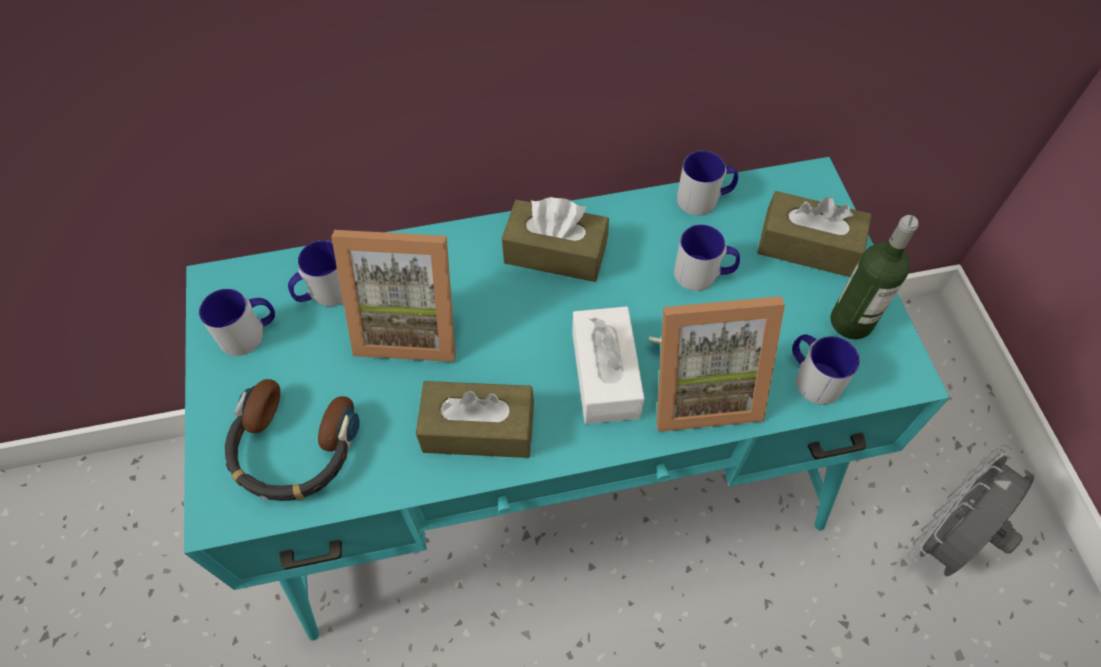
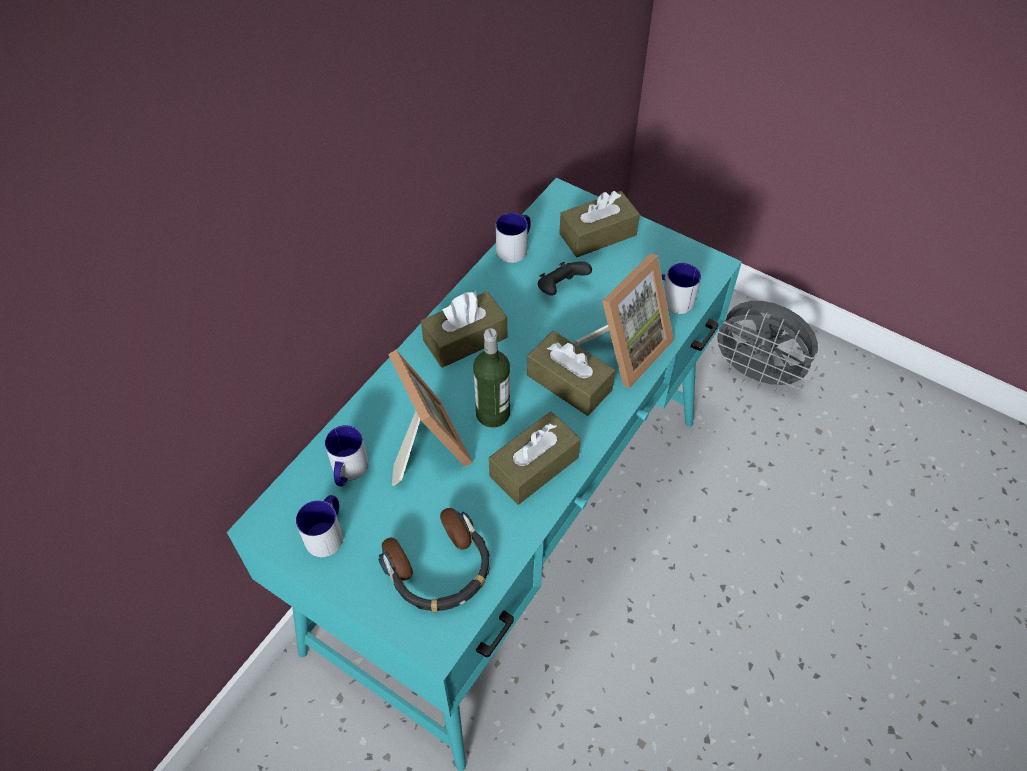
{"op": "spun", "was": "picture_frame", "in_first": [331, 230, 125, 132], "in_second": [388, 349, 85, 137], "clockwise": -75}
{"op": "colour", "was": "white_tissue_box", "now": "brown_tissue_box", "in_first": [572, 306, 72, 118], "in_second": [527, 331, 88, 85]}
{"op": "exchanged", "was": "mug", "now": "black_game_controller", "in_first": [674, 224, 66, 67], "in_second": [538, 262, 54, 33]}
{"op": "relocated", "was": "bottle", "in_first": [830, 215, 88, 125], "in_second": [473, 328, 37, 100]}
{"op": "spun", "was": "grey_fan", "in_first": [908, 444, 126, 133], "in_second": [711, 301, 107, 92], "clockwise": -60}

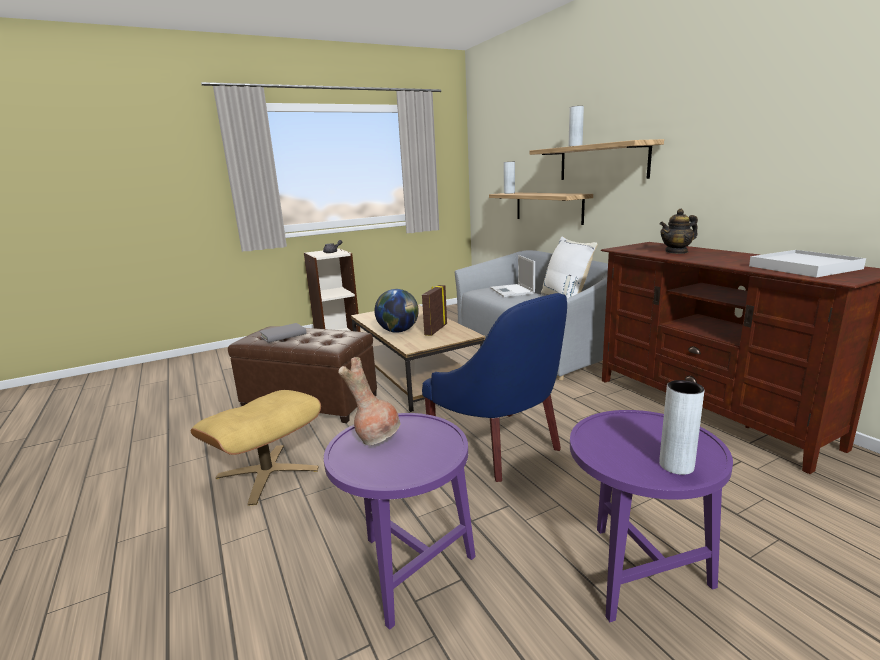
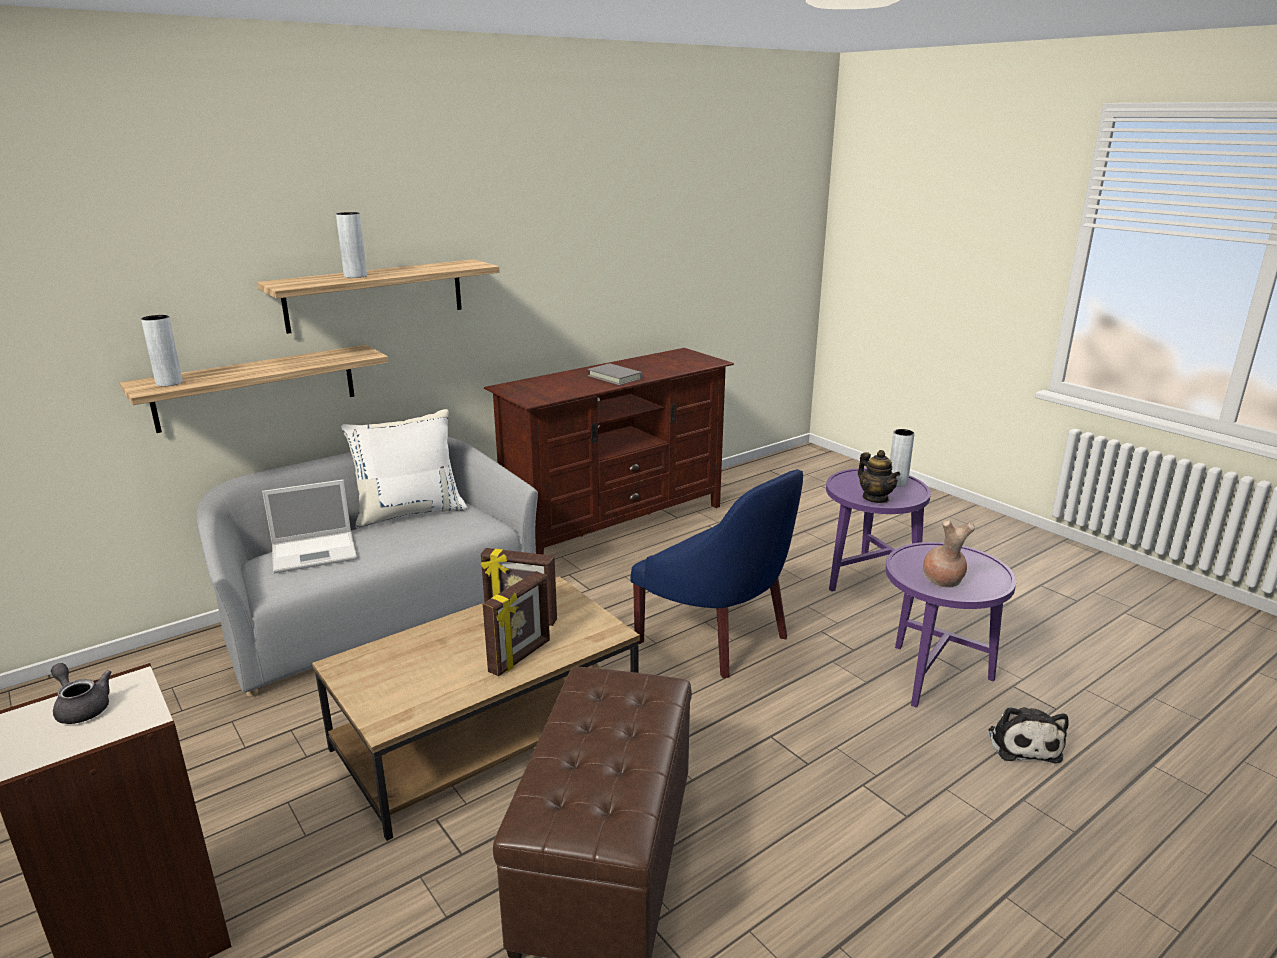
{"op": "missing", "was": "beige_ottoman", "in_first": [191, 390, 130, 116]}
{"op": "relocated", "was": "grey_book", "in_first": [259, 323, 47, 20], "in_second": [588, 363, 55, 22]}
{"op": "exchanged", "was": "globe", "now": "picture_frame", "in_first": [374, 289, 45, 44], "in_second": [483, 571, 67, 105]}
{"op": "spun", "was": "blue_armchair", "in_first": [422, 293, 145, 189], "in_second": [630, 469, 173, 209], "clockwise": 90}
{"op": "relocated", "was": "teapot", "in_first": [660, 209, 38, 45], "in_second": [858, 450, 42, 53]}
{"op": "missing", "was": "white_tray", "in_first": [749, 250, 117, 27]}
{"op": "appeared", "now": "plush_toy", "in_second": [988, 707, 81, 57]}

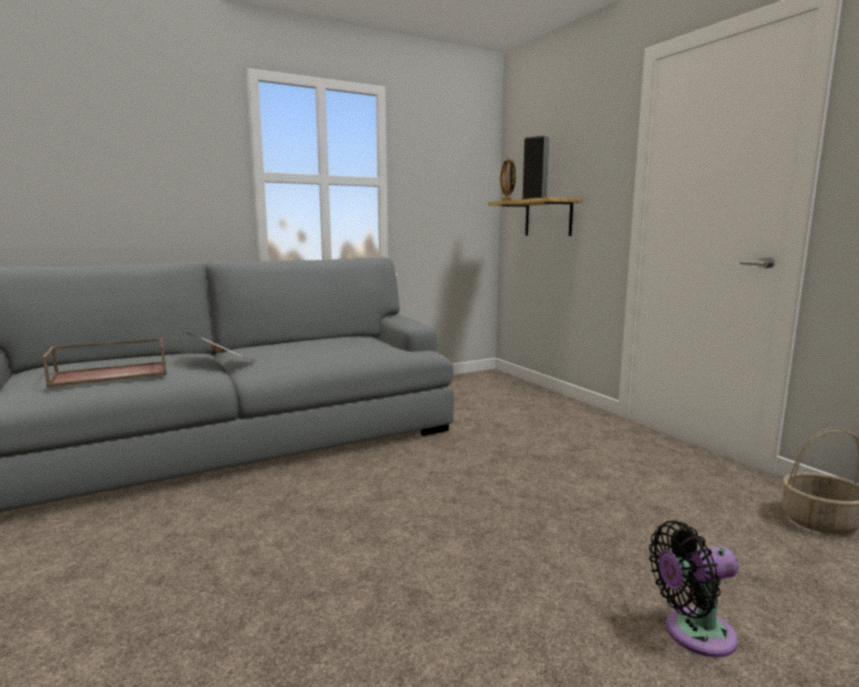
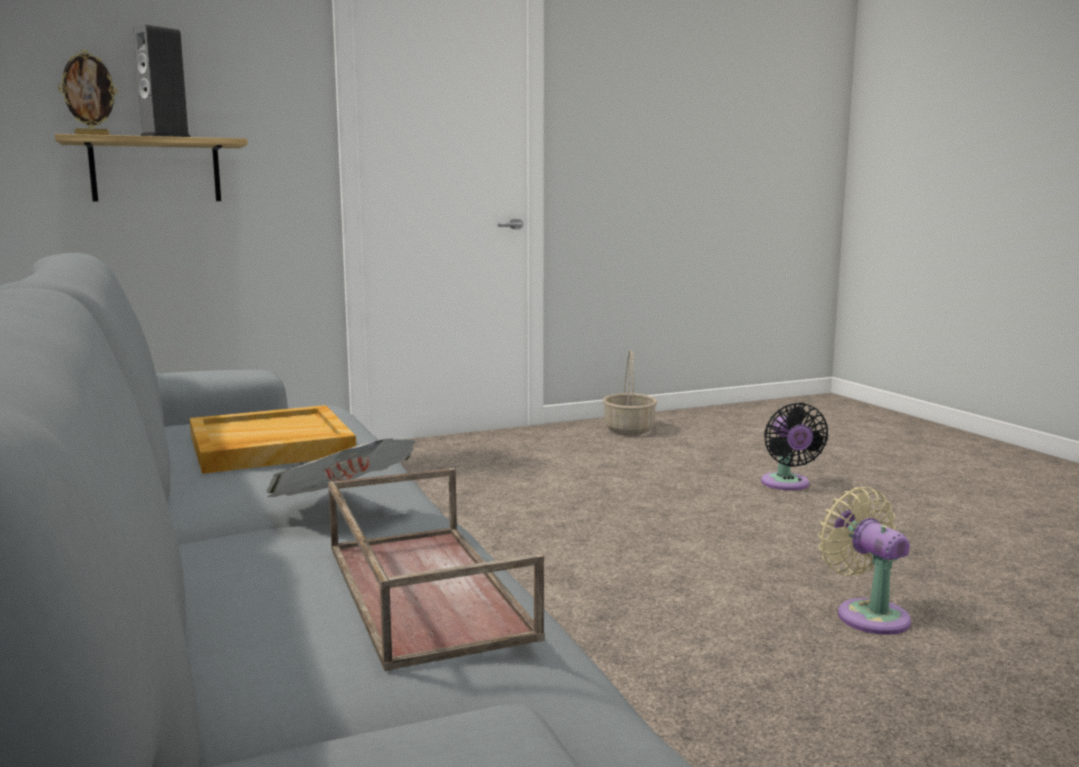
{"op": "appeared", "now": "beige_tray", "in_second": [190, 405, 166, 69]}
{"op": "appeared", "now": "beige_fan", "in_second": [818, 487, 93, 148]}

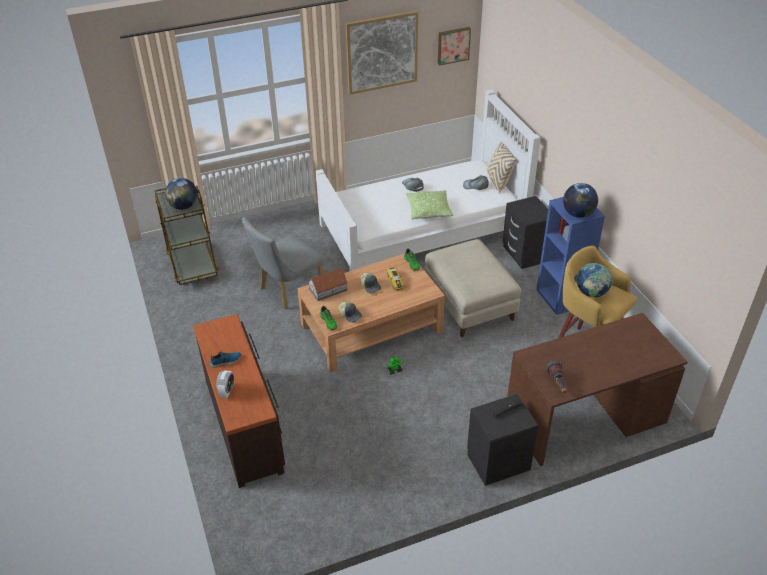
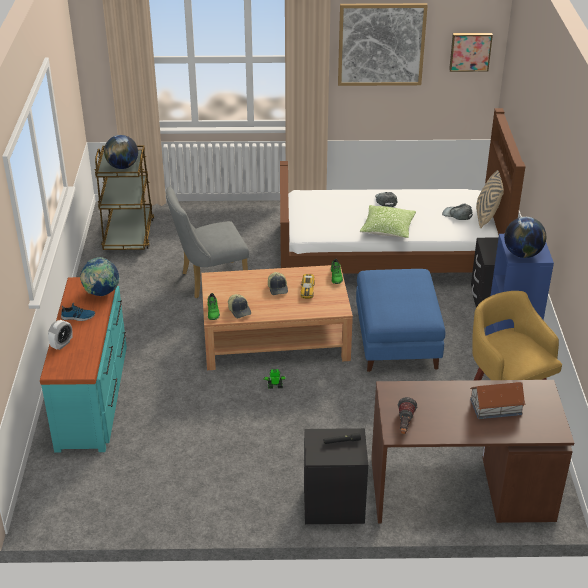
{"op": "colour", "was": "brown_dresser", "now": "turquoise_dresser", "in_first": [193, 314, 92, 174], "in_second": [40, 277, 87, 176]}
{"op": "relocated", "was": "toy_house", "in_first": [308, 268, 40, 33], "in_second": [470, 382, 56, 37]}
{"op": "colour", "was": "white_bed", "now": "brown_bed", "in_first": [316, 90, 225, 181], "in_second": [280, 108, 246, 166]}
{"op": "colour", "was": "beige_ottoman", "now": "blue_ottoman", "in_first": [424, 239, 97, 98], "in_second": [356, 269, 89, 103]}
{"op": "relocated", "was": "globe", "in_first": [576, 263, 37, 34], "in_second": [80, 257, 40, 39]}

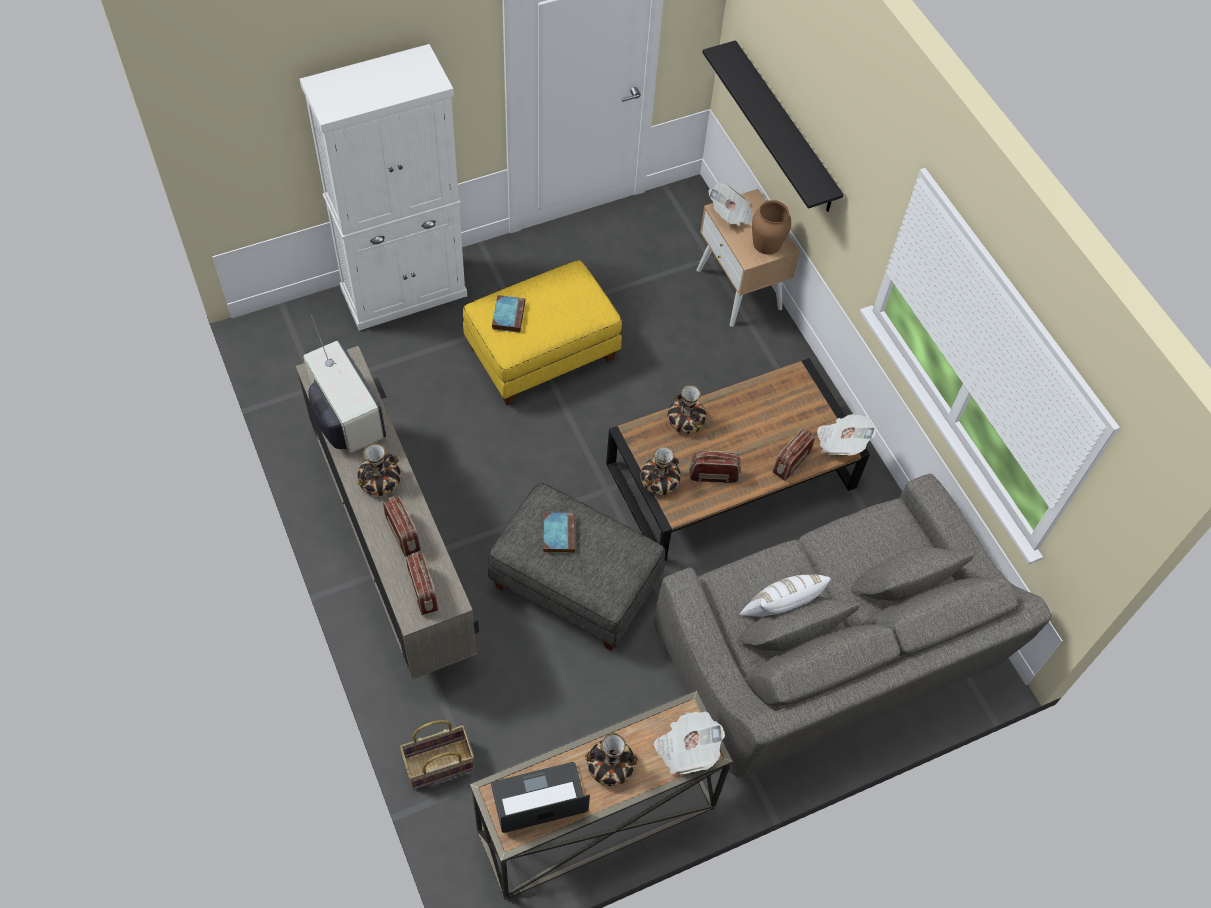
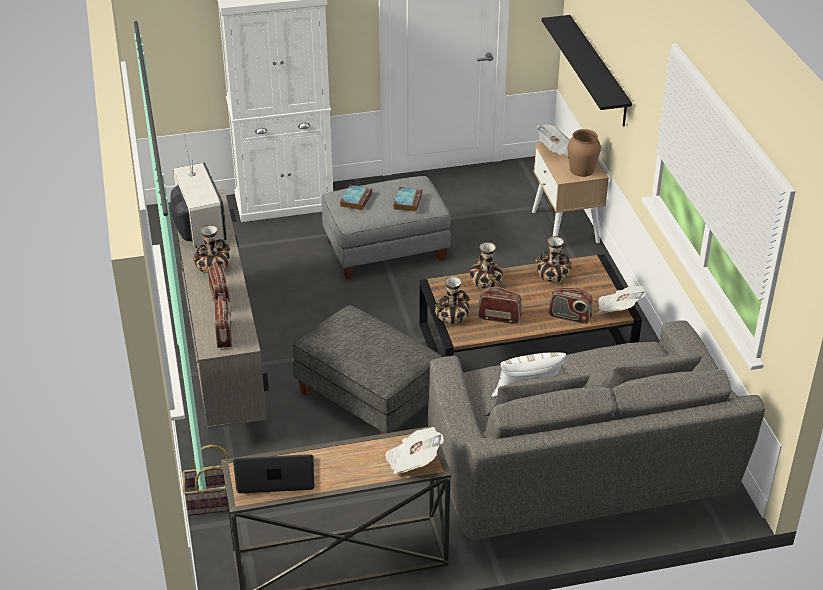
{"op": "colour", "was": "yellow_ottoman", "now": "grey_ottoman", "in_first": [463, 260, 159, 145], "in_second": [322, 176, 129, 103]}
{"op": "relocated", "was": "book", "in_first": [543, 513, 32, 40], "in_second": [393, 187, 29, 25]}
{"op": "relocated", "was": "vase", "in_first": [585, 733, 54, 53], "in_second": [535, 236, 38, 46]}
{"op": "spun", "was": "radio", "in_first": [773, 429, 42, 52], "in_second": [548, 287, 45, 37], "clockwise": -120}

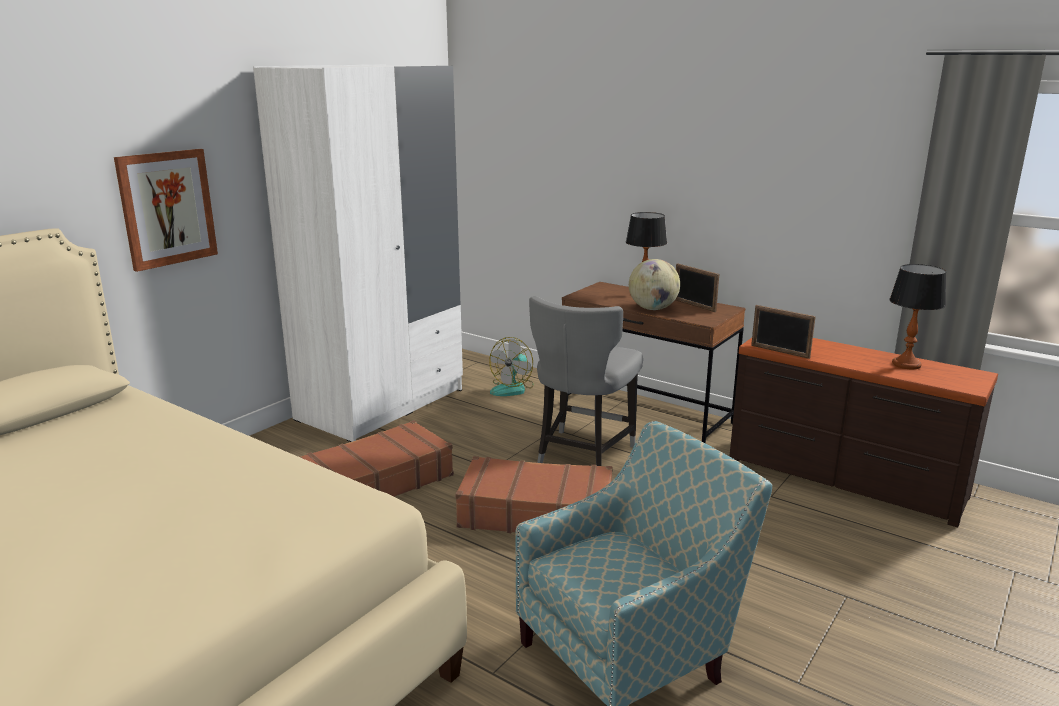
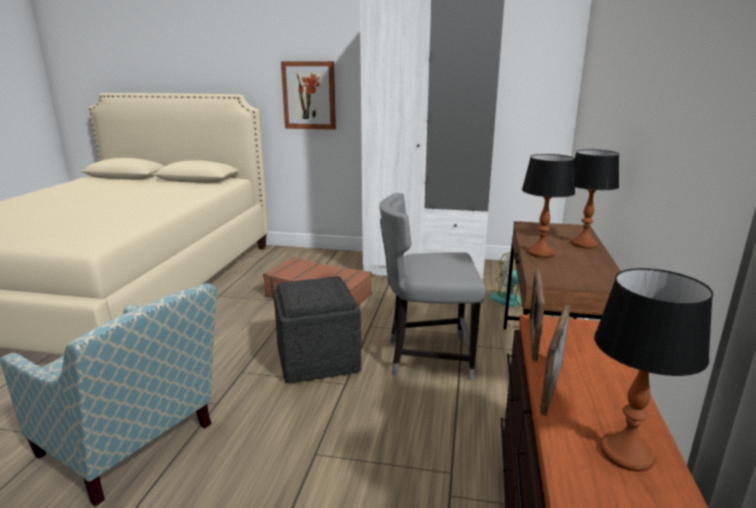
{"op": "exchanged", "was": "brown_suitcase", "now": "grey_ottoman", "in_first": [455, 456, 158, 77], "in_second": [274, 276, 87, 107]}
{"op": "exchanged", "was": "globe", "now": "table_lamp", "in_first": [629, 259, 51, 51], "in_second": [522, 154, 53, 104]}
{"op": "relocated", "was": "picture_frame", "in_first": [675, 263, 44, 49], "in_second": [540, 305, 31, 111]}

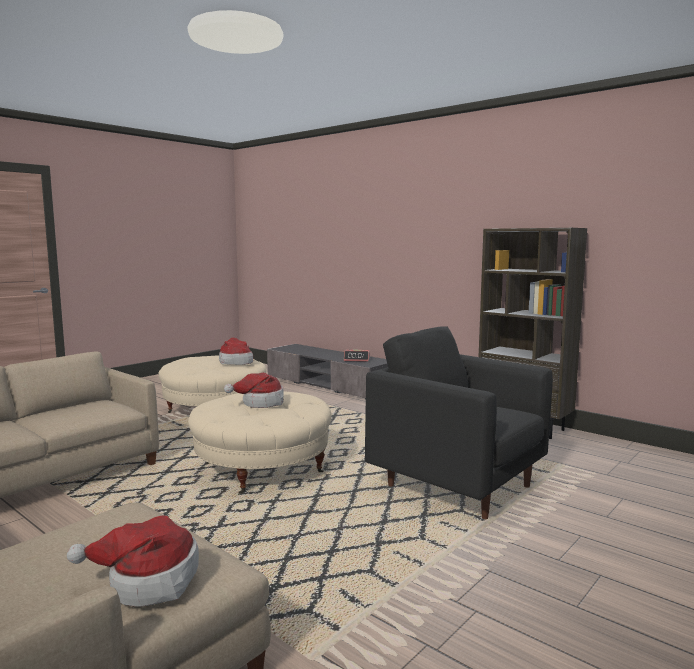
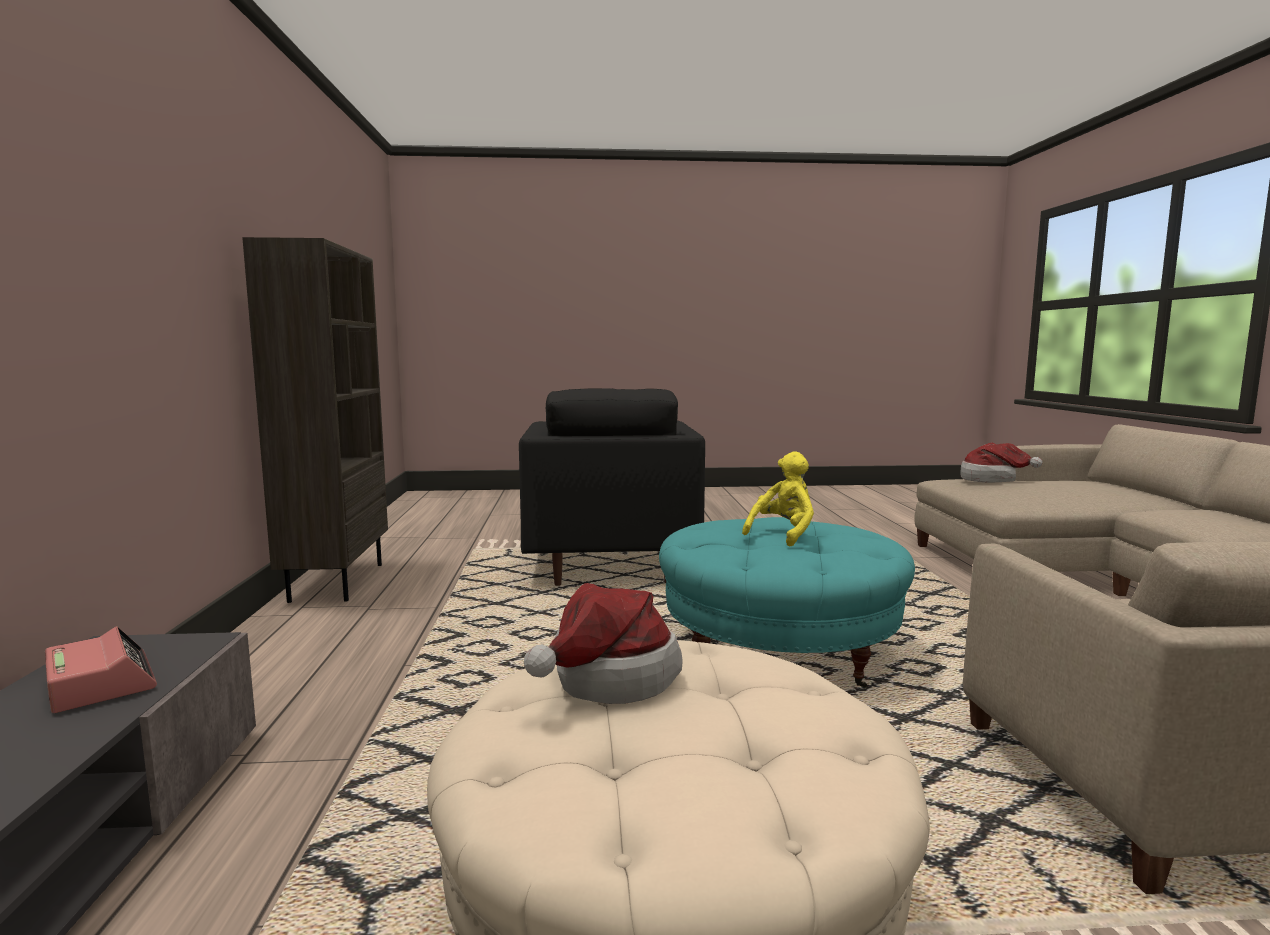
{"op": "colour", "was": "beige_ottoman", "now": "turquoise_ottoman", "in_first": [188, 391, 143, 103], "in_second": [659, 517, 256, 170]}
{"op": "exchanged", "was": "hat", "now": "yellow_plush_toy", "in_first": [224, 372, 60, 36], "in_second": [742, 451, 72, 95]}

